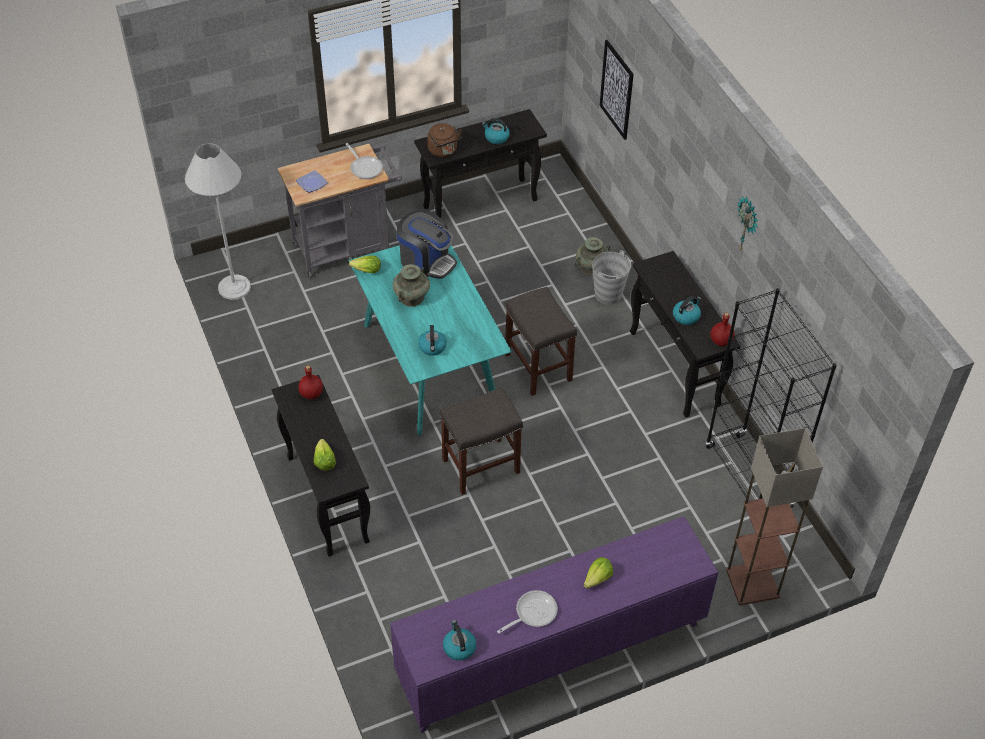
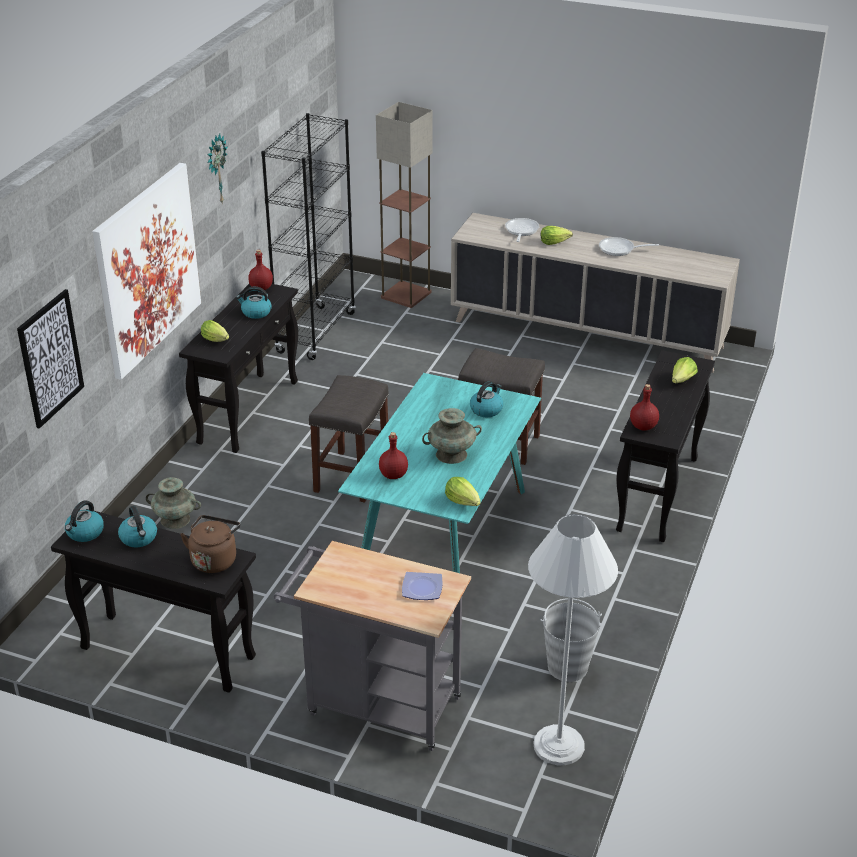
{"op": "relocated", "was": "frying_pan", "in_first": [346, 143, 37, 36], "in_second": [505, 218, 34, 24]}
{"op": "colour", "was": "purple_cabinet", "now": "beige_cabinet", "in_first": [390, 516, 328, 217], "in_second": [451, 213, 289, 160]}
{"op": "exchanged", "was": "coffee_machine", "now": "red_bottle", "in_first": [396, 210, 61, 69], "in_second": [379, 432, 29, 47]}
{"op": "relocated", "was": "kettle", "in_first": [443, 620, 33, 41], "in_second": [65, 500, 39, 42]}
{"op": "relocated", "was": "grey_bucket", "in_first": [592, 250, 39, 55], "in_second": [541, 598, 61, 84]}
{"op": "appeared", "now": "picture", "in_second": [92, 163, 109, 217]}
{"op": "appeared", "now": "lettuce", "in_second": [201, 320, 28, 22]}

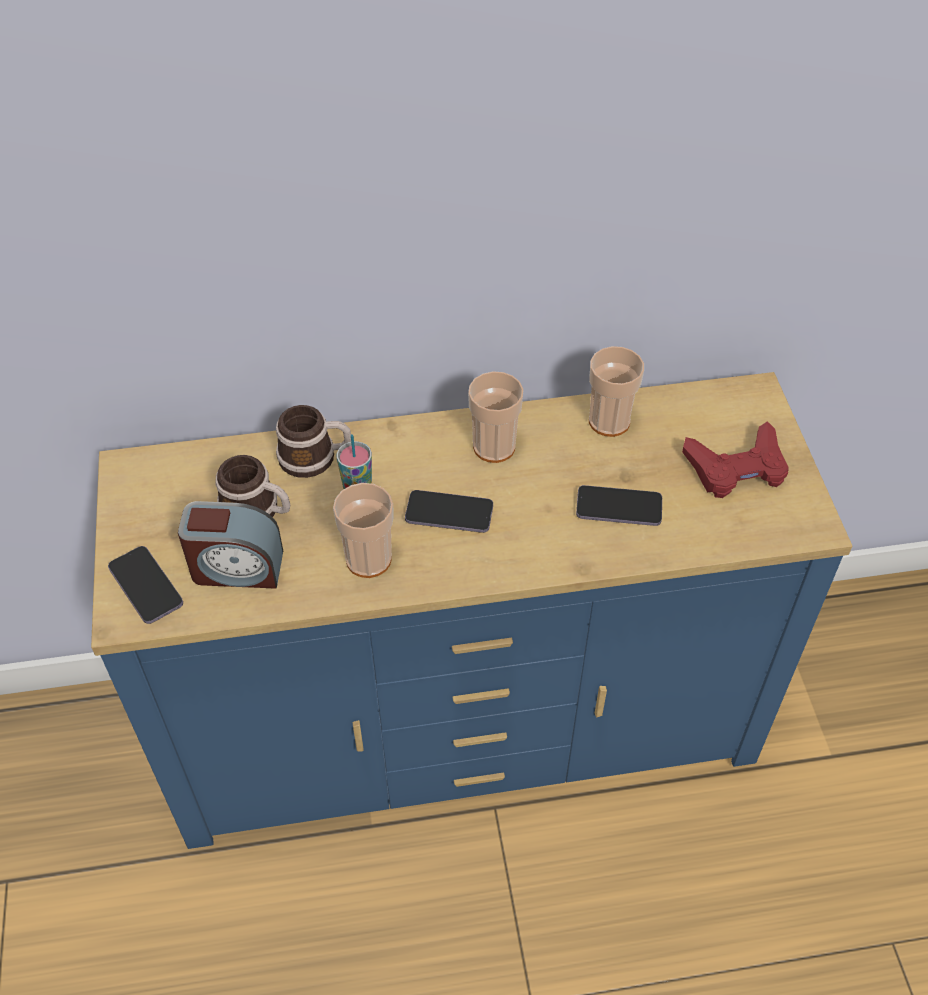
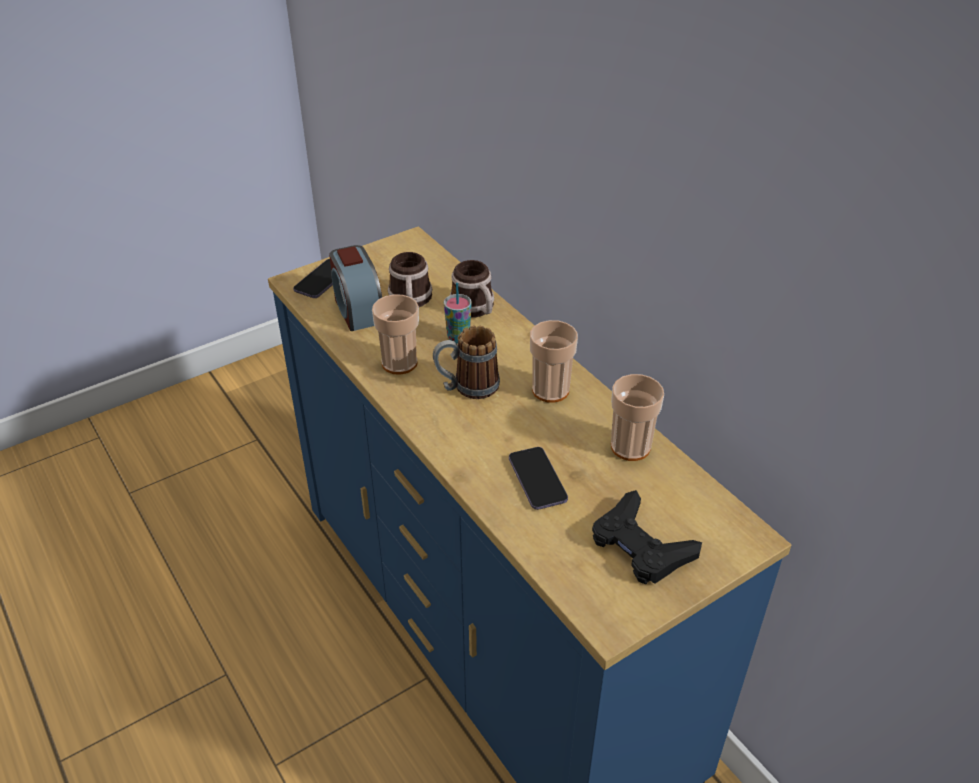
{"op": "exchanged", "was": "phone", "now": "mug", "in_first": [405, 490, 88, 43], "in_second": [433, 326, 67, 73]}
{"op": "colour", "was": "red_game_controller", "now": "black_game_controller", "in_first": [682, 421, 107, 77], "in_second": [592, 490, 110, 94]}

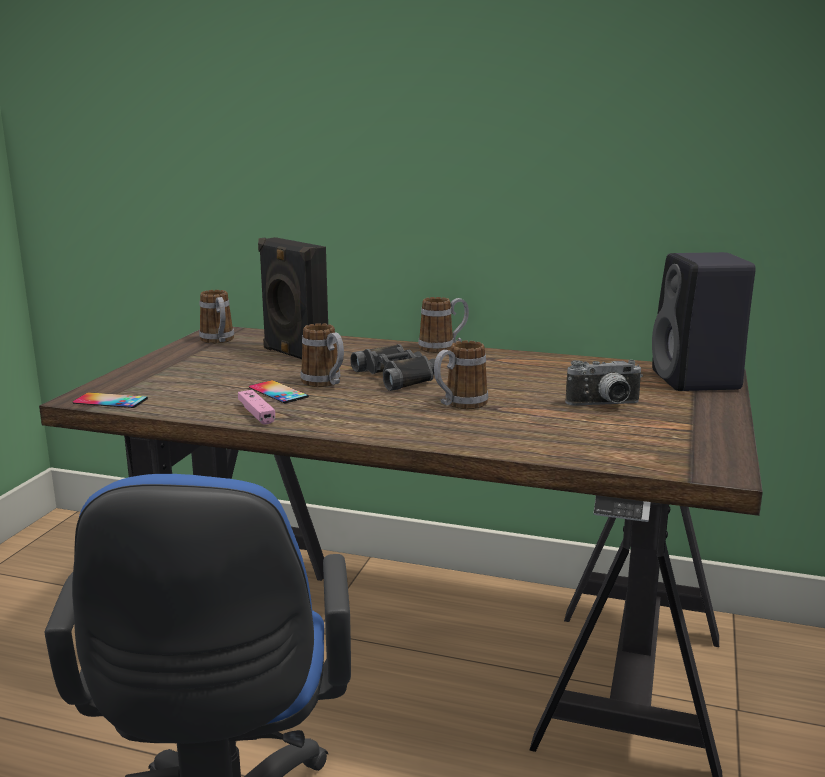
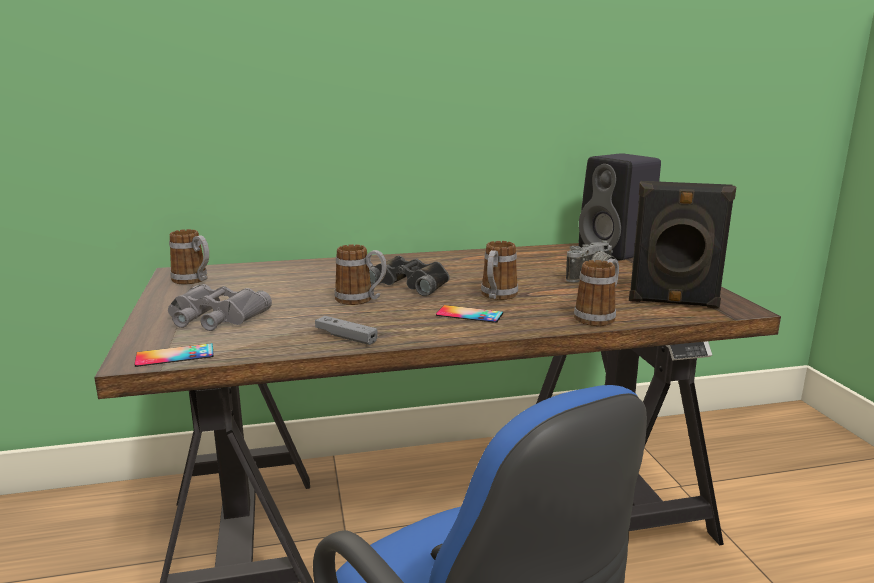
{"op": "colour", "was": "pink_game_controller", "now": "grey_game_controller", "in_first": [238, 390, 37, 35], "in_second": [315, 316, 62, 29]}
{"op": "relocated", "was": "phone", "in_first": [249, 380, 60, 23], "in_second": [436, 305, 67, 18]}
{"op": "relocated", "was": "black_speaker", "in_first": [258, 237, 70, 122], "in_second": [629, 181, 107, 128]}
{"op": "relocated", "was": "mug", "in_first": [418, 297, 51, 56], "in_second": [574, 258, 45, 68]}
{"op": "appeared", "now": "grey_binoculars", "in_second": [168, 284, 104, 47]}

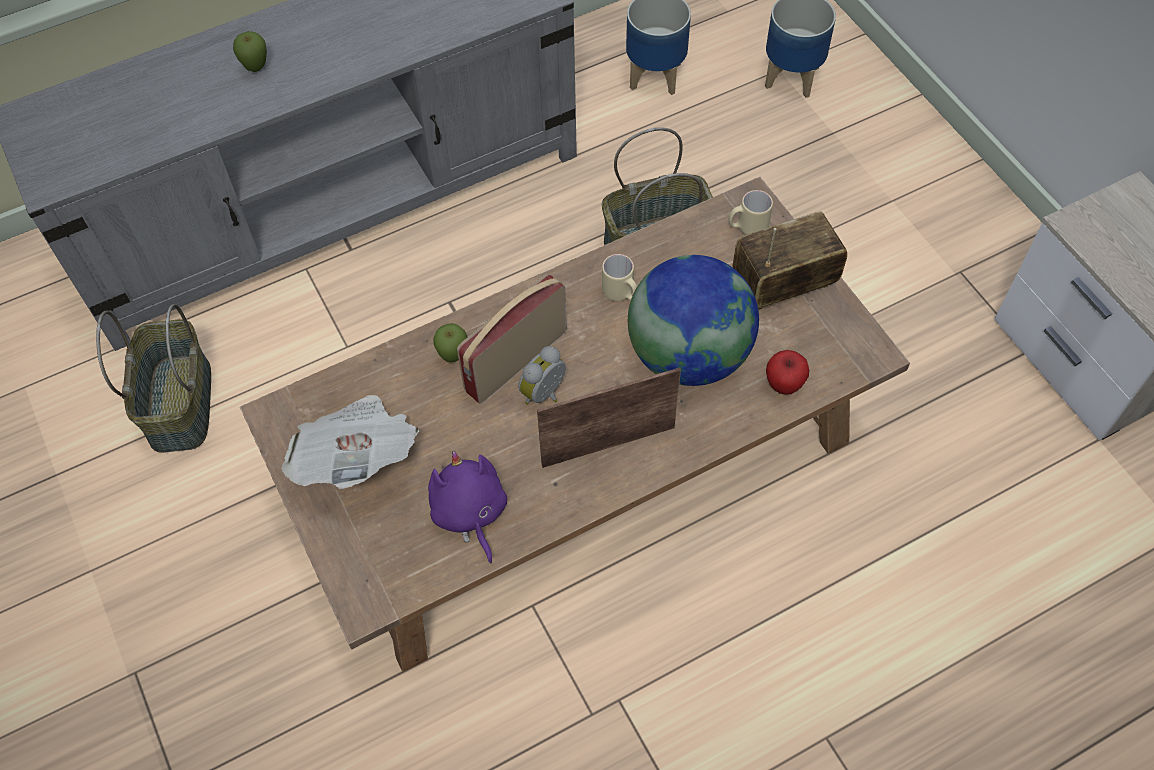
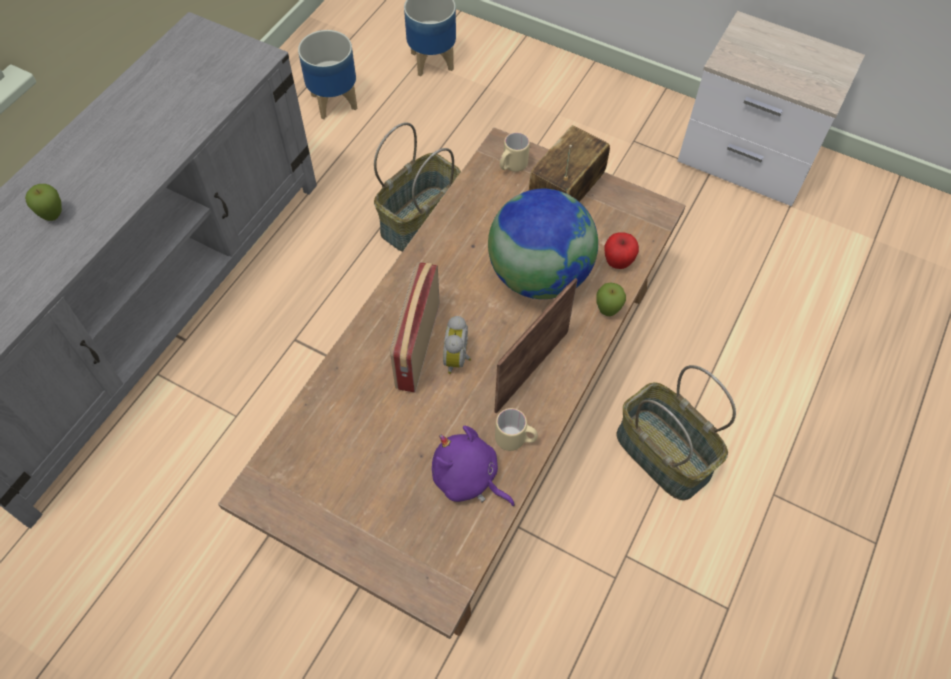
{"op": "relocated", "was": "basket", "in_first": [96, 304, 115, 149], "in_second": [617, 365, 119, 135]}
{"op": "missing", "was": "newspaper", "in_first": [281, 395, 138, 94]}
{"op": "relocated", "was": "apple", "in_first": [433, 323, 34, 39], "in_second": [596, 283, 30, 33]}
{"op": "relocated", "was": "beige_mug", "in_first": [602, 254, 35, 47], "in_second": [495, 408, 43, 43]}

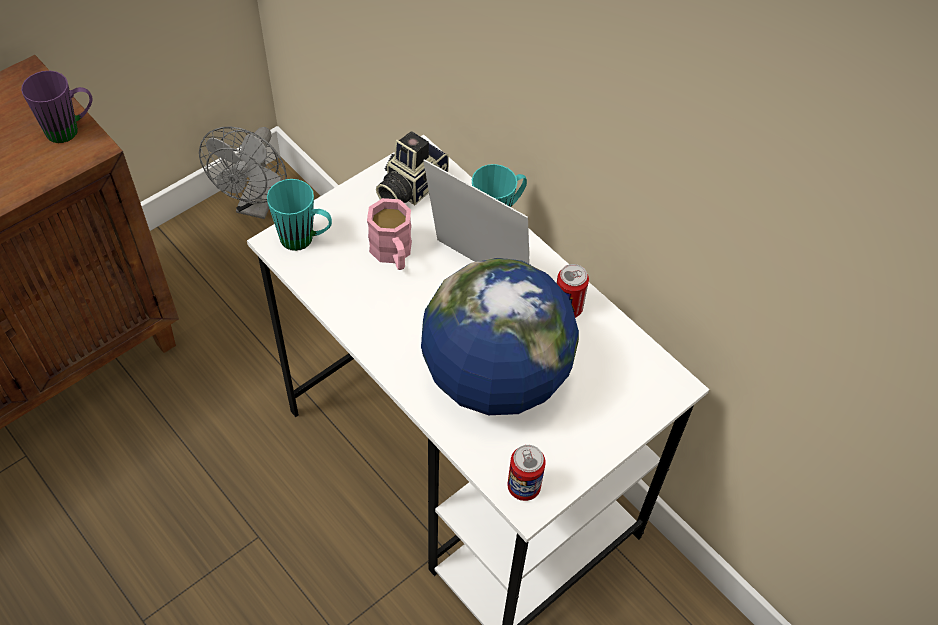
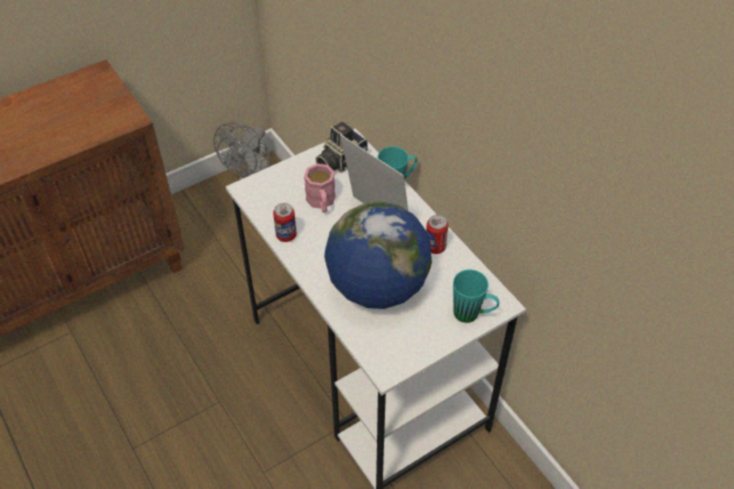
{"op": "missing", "was": "purple_mug", "in_first": [21, 71, 72, 72]}
{"op": "relocated", "was": "turquoise_mug", "in_first": [267, 179, 65, 72], "in_second": [453, 270, 46, 53]}
{"op": "relocated", "was": "can", "in_first": [507, 445, 39, 56], "in_second": [273, 203, 24, 39]}

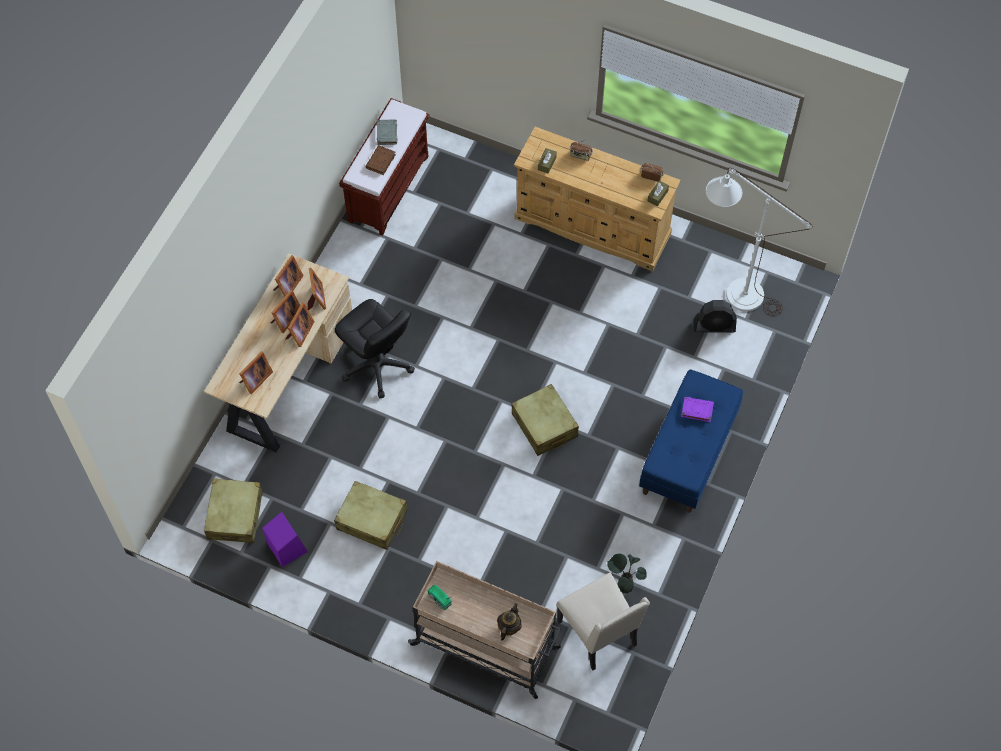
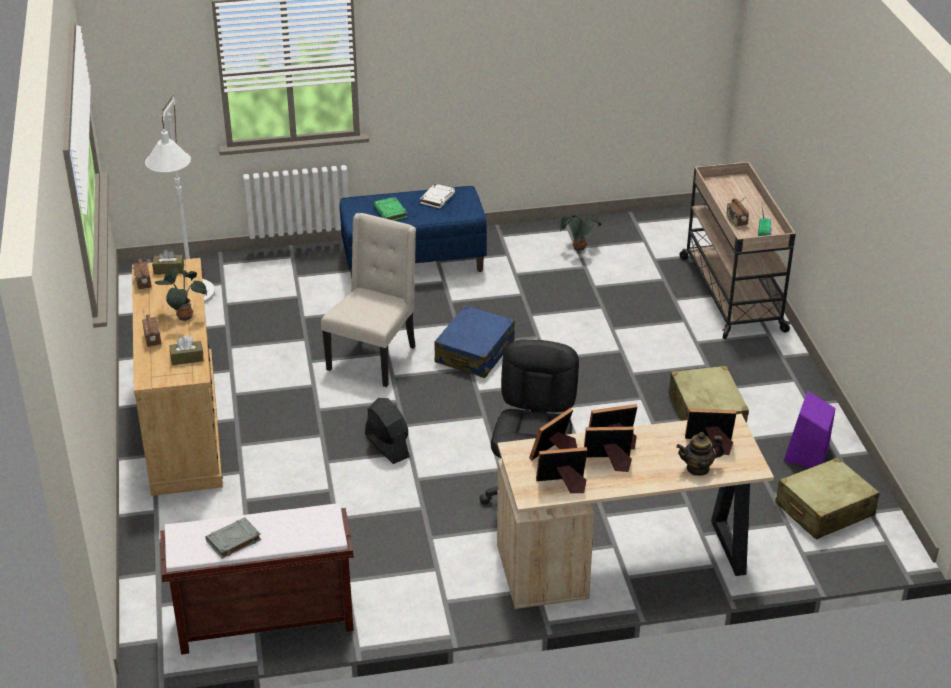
{"op": "missing", "was": "brown_book", "in_first": [365, 145, 31, 30]}
{"op": "relocated", "was": "teapot", "in_first": [497, 603, 25, 37], "in_second": [676, 432, 48, 44]}
{"op": "colour", "was": "beige_suitcase", "now": "blue_suitcase", "in_first": [511, 384, 68, 72], "in_second": [434, 305, 81, 73]}
{"op": "relocated", "was": "beige_chair", "in_first": [557, 573, 93, 97], "in_second": [321, 213, 95, 174]}
{"op": "colour", "was": "purple_book", "now": "green_book", "in_first": [681, 397, 33, 25], "in_second": [373, 197, 34, 24]}
{"op": "relocated", "was": "black_fan", "in_first": [693, 300, 44, 33], "in_second": [365, 398, 45, 66]}
{"op": "appeared", "now": "potted_plant", "in_second": [155, 268, 52, 53]}
{"op": "appeared", "now": "white_book", "in_second": [420, 184, 36, 24]}
{"op": "appeared", "now": "radio", "in_second": [726, 197, 23, 29]}

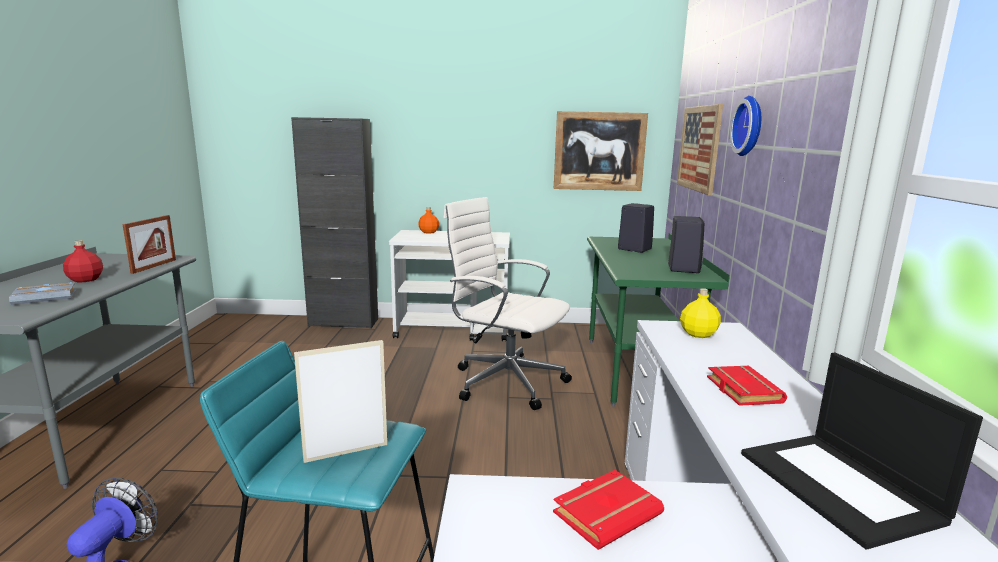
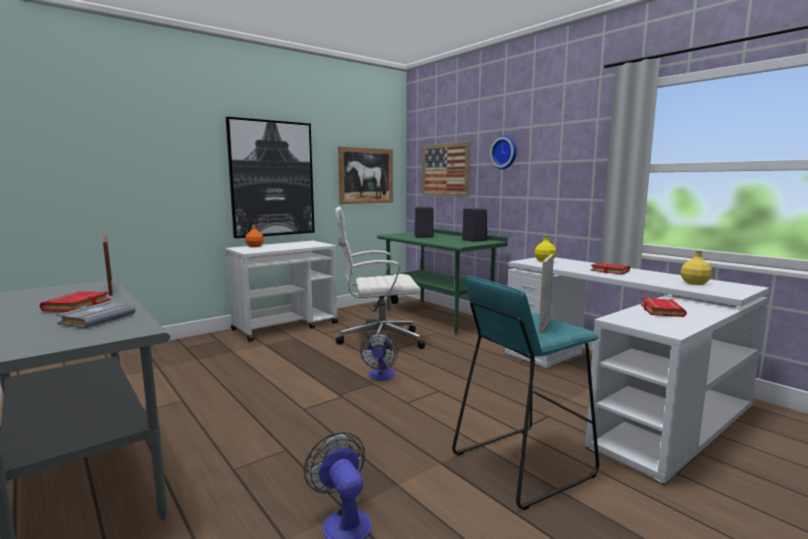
{"op": "exchanged", "was": "red_bottle", "now": "red_book", "in_first": [63, 240, 40, 42], "in_second": [40, 291, 71, 21]}
{"op": "missing", "was": "black_cabinet", "in_first": [291, 117, 87, 212]}
{"op": "exchanged", "was": "laptop", "now": "yellow_bottle", "in_first": [741, 353, 242, 197], "in_second": [680, 250, 32, 35]}
{"op": "appeared", "now": "picture", "in_second": [226, 117, 89, 121]}
{"op": "appeared", "now": "fan", "in_second": [360, 333, 38, 47]}

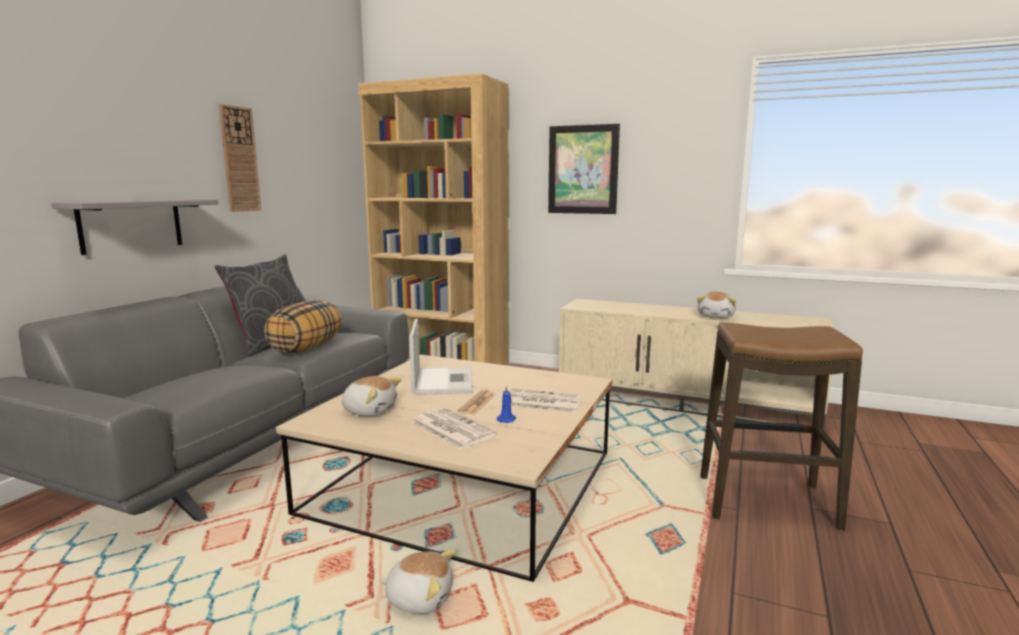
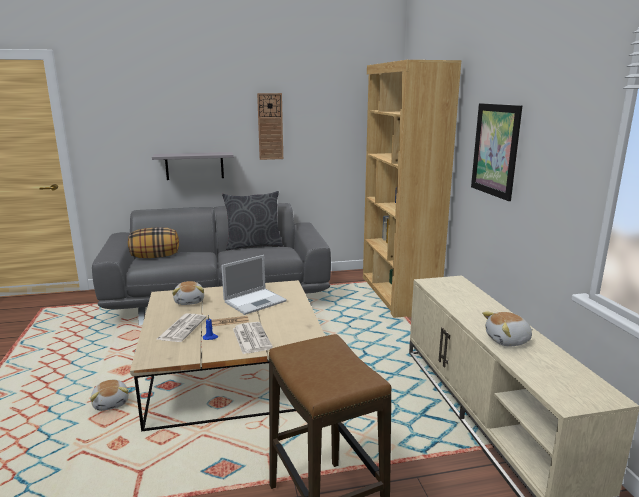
{"op": "relocated", "was": "pillow", "in_first": [264, 300, 78, 53], "in_second": [128, 227, 51, 31]}

